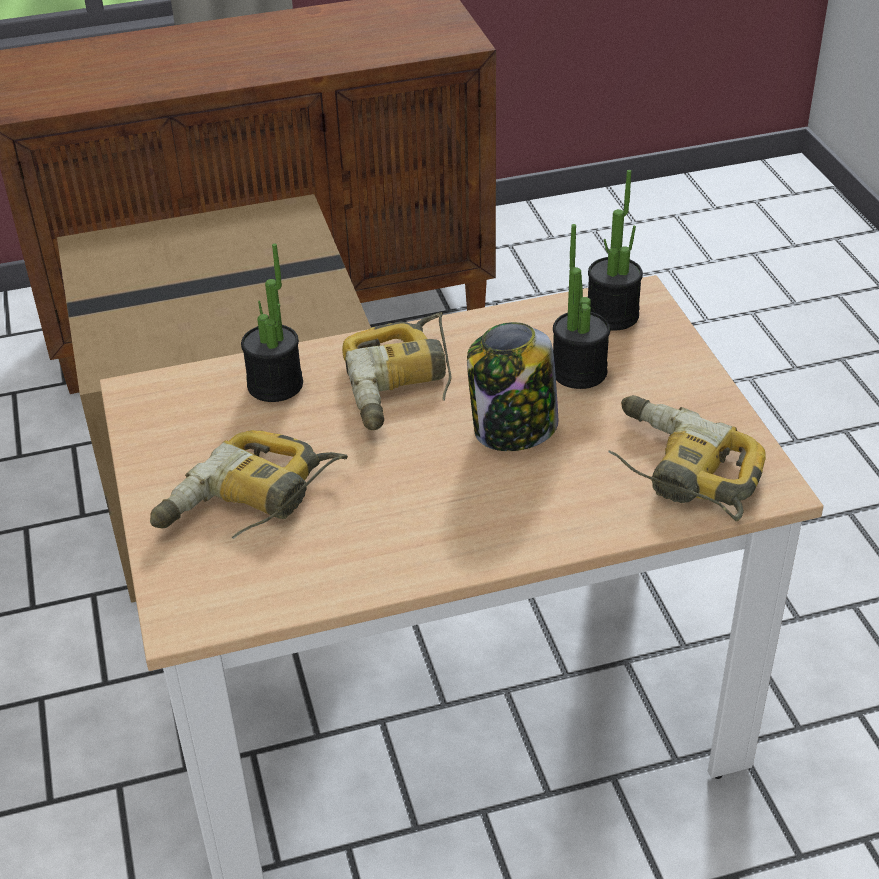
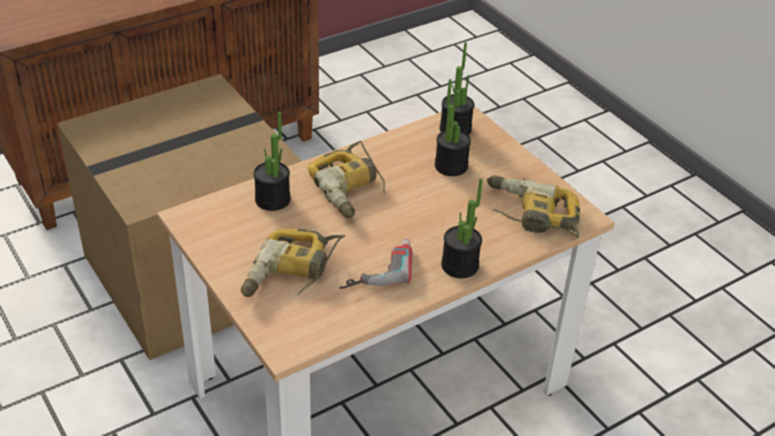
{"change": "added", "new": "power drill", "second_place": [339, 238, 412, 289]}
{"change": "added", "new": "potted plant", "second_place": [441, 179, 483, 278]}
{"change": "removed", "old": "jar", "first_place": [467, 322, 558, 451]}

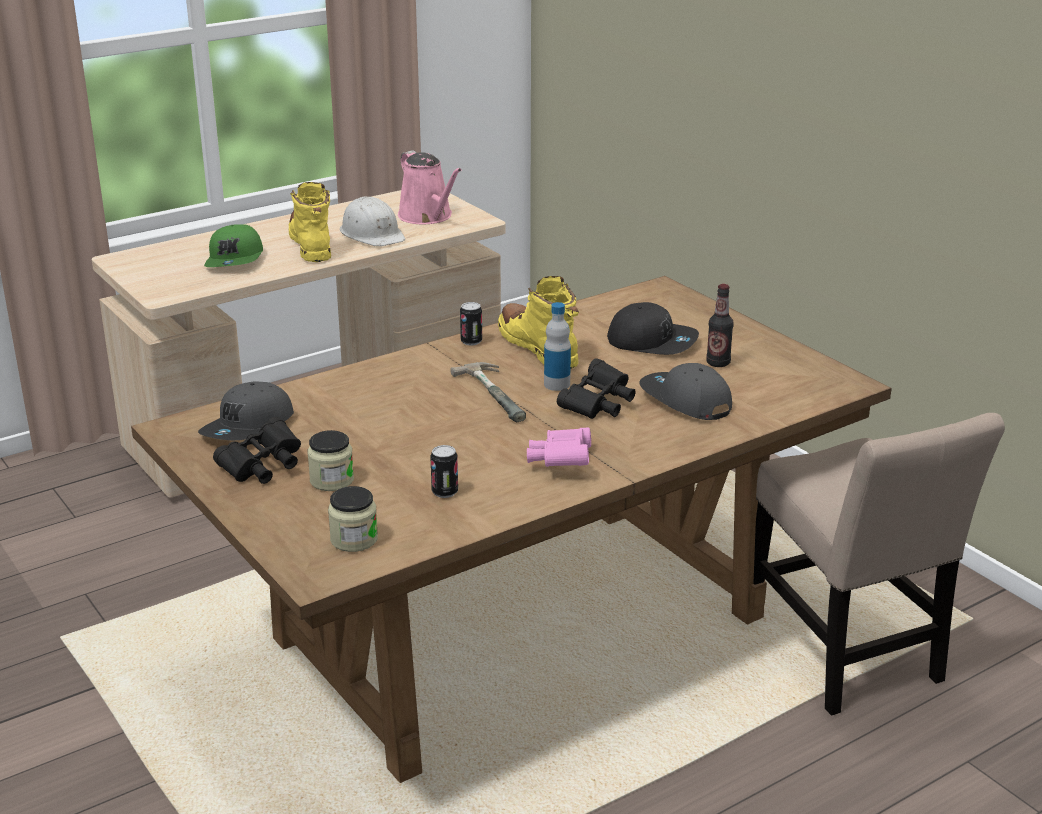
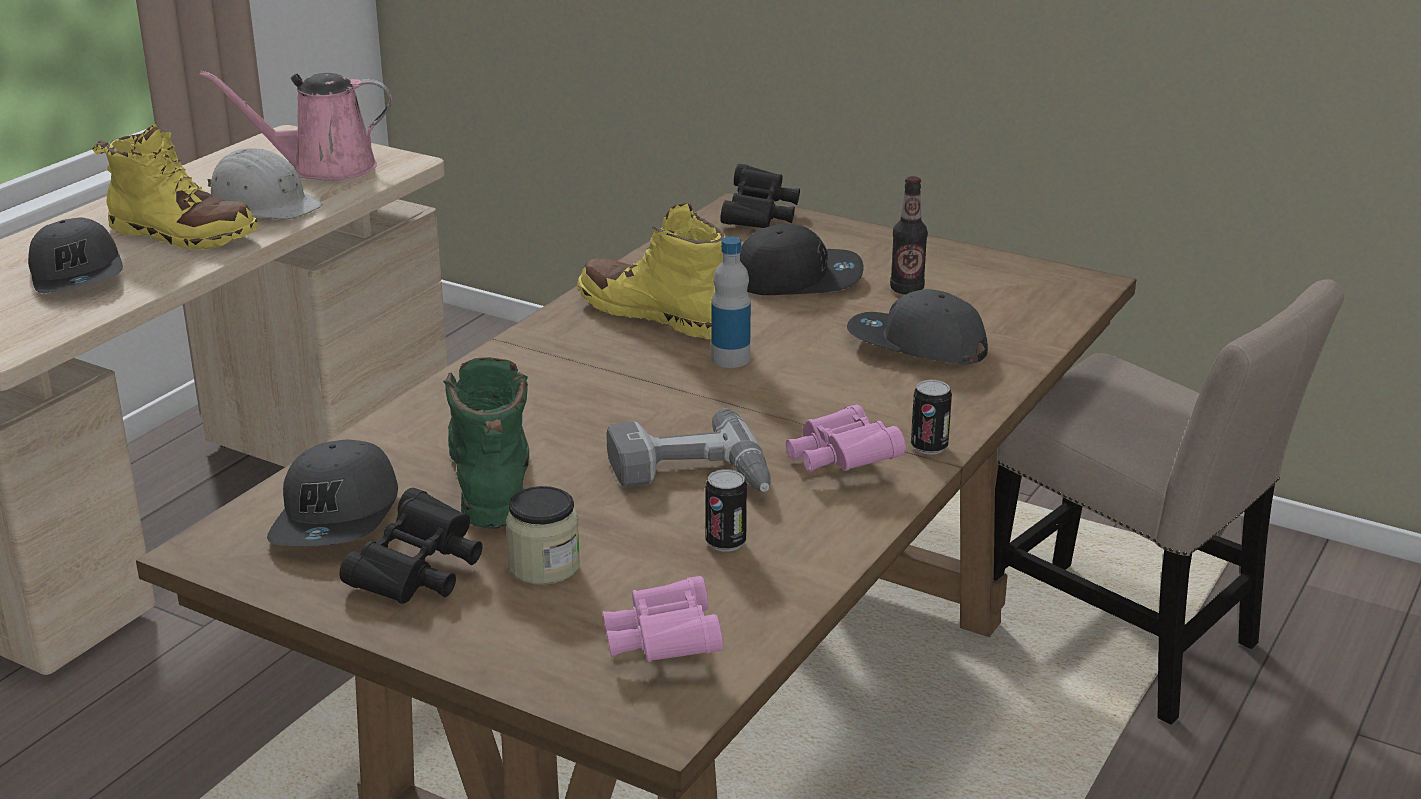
{"change": "recoloured", "old": "cap (green)", "new": "cap (grey)", "first_place": [204, 224, 263, 267], "second_place": [28, 217, 123, 293]}
{"change": "turned", "old": "boot (yellow)", "first_place": [289, 182, 331, 262], "second_place": [92, 124, 259, 250], "degrees": 150}
{"change": "turned", "old": "watering can (pink)", "first_place": [398, 150, 462, 225], "second_place": [199, 71, 392, 181], "degrees": 135}
{"change": "added", "new": "boot (green)", "second_place": [443, 357, 529, 529]}
{"change": "replaced", "old": "jar", "new": "binoculars (pink)", "first_place": [328, 486, 378, 552], "second_place": [603, 576, 723, 662]}
{"change": "added", "new": "power drill", "second_place": [606, 408, 771, 492]}
{"change": "moved", "old": "binoculars (black)", "first_place": [557, 358, 636, 419], "second_place": [720, 164, 800, 228]}
{"change": "moved", "old": "can", "first_place": [460, 302, 482, 346], "second_place": [911, 379, 952, 455]}
{"change": "removed", "old": "hammer", "first_place": [450, 362, 526, 422]}

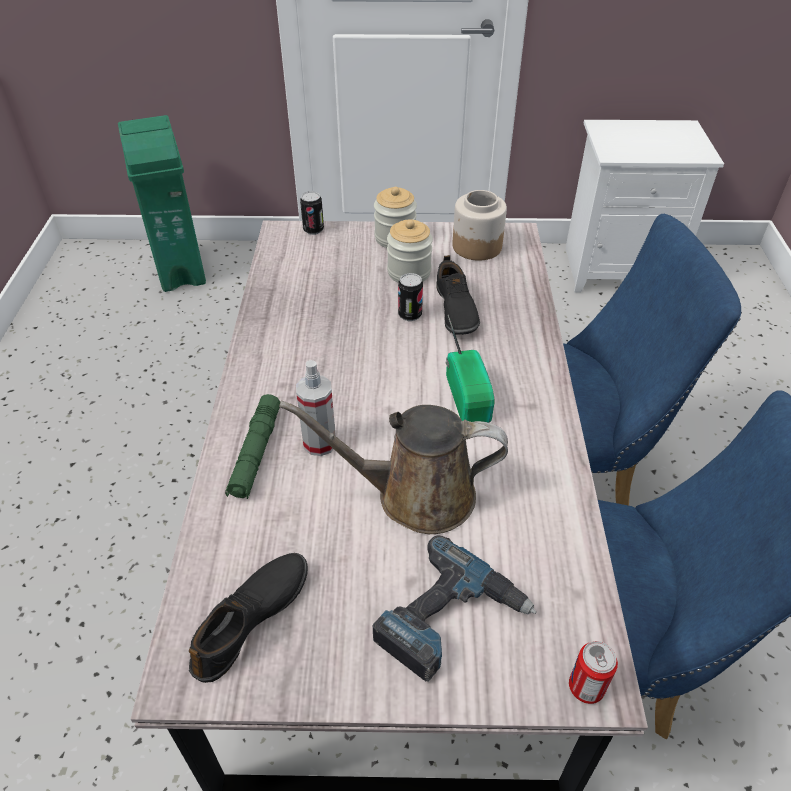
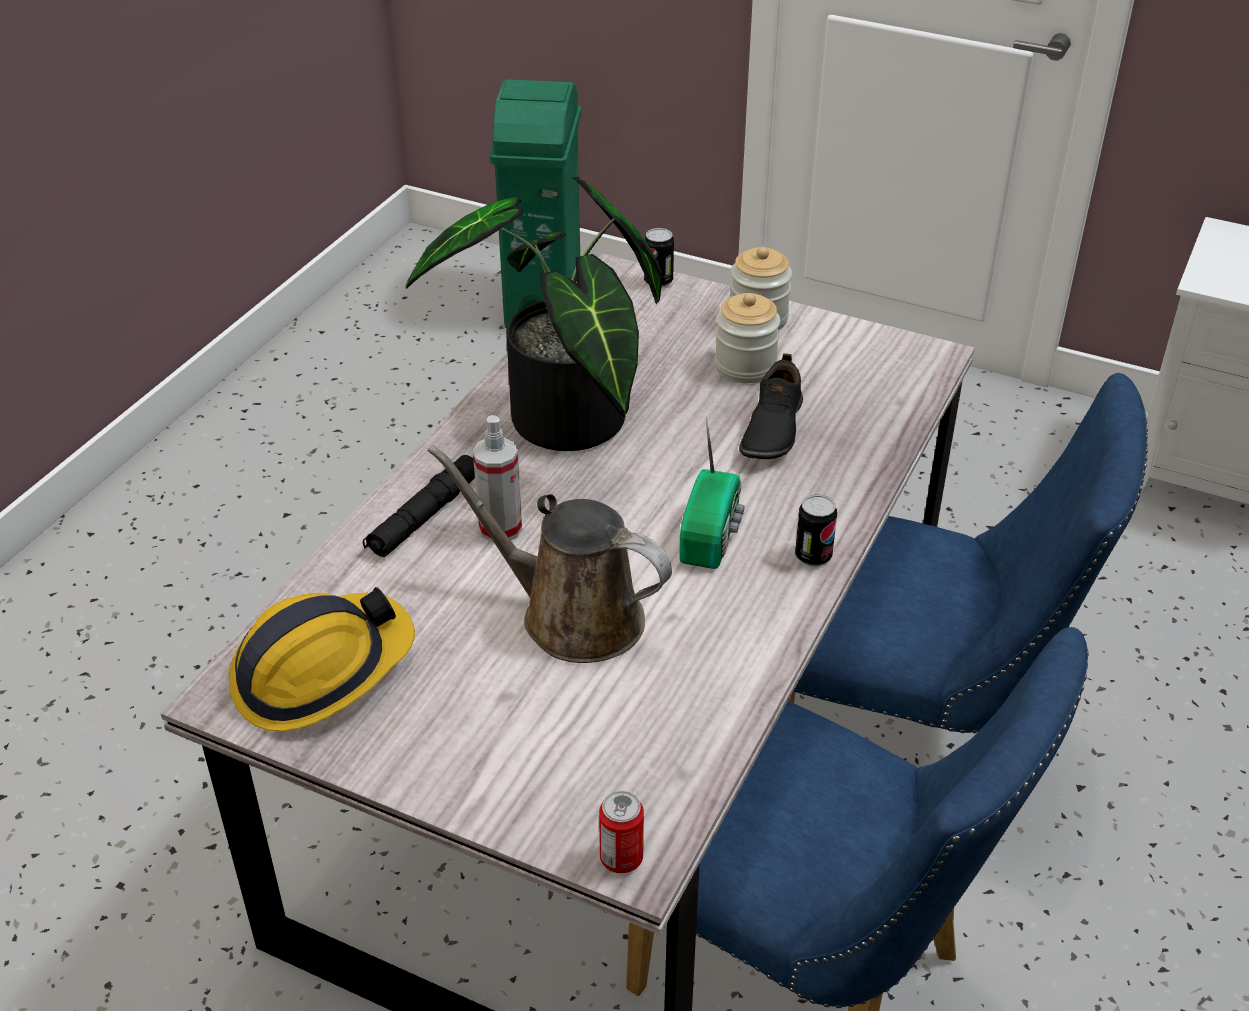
{"change": "replaced", "old": "shoe (black)", "new": "hard hat", "first_place": [189, 553, 308, 683], "second_place": [229, 587, 415, 732]}
{"change": "recoloured", "old": "flashlight (green)", "new": "flashlight (black)", "first_place": [225, 394, 280, 499], "second_place": [363, 455, 475, 557]}
{"change": "added", "new": "potted plant", "second_place": [406, 177, 662, 451]}
{"change": "moved", "old": "can", "first_place": [398, 273, 423, 321], "second_place": [795, 494, 837, 567]}
{"change": "removed", "old": "power drill", "first_place": [373, 536, 537, 682]}
{"change": "removed", "old": "jar", "first_place": [452, 190, 507, 261]}

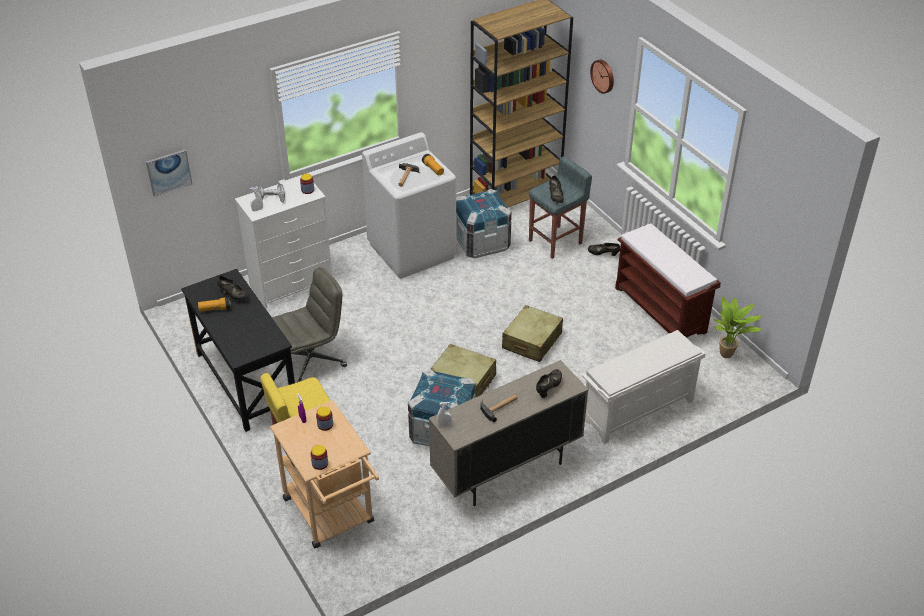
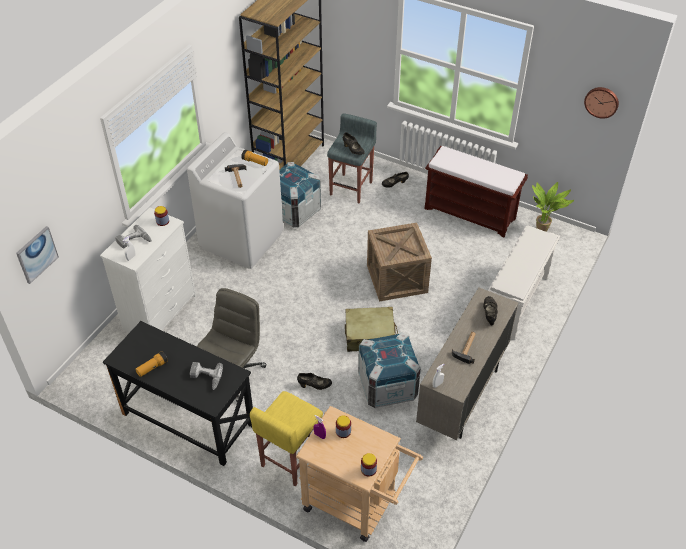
{"change": "added", "new": "power drill", "second_place": [190, 362, 223, 390]}
{"change": "moved", "old": "shoe (black)", "first_place": [218, 276, 249, 301], "second_place": [297, 373, 332, 390]}
{"change": "replaced", "old": "suitcase (beige)", "new": "crate", "first_place": [502, 305, 563, 362], "second_place": [367, 223, 432, 302]}
{"change": "moved", "old": "wall clock", "first_place": [590, 60, 614, 94], "second_place": [584, 87, 619, 119]}

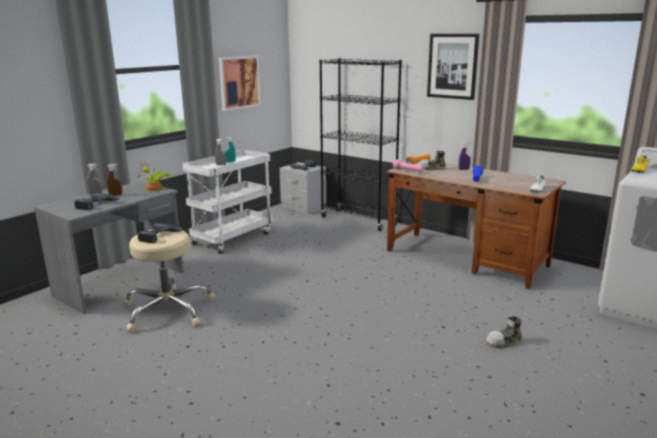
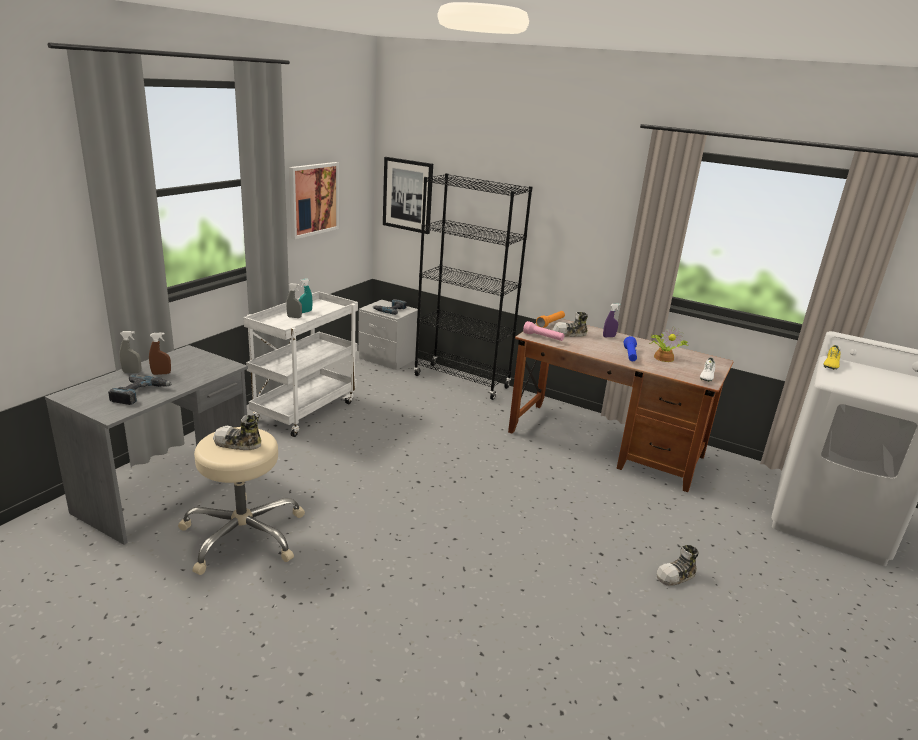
{"change": "replaced", "old": "power drill", "new": "shoe", "first_place": [137, 223, 183, 243], "second_place": [213, 415, 261, 450]}
{"change": "moved", "old": "picture", "first_place": [427, 34, 479, 100], "second_place": [383, 157, 433, 234]}
{"change": "moved", "old": "potted plant", "first_place": [137, 161, 171, 191], "second_place": [649, 327, 688, 362]}

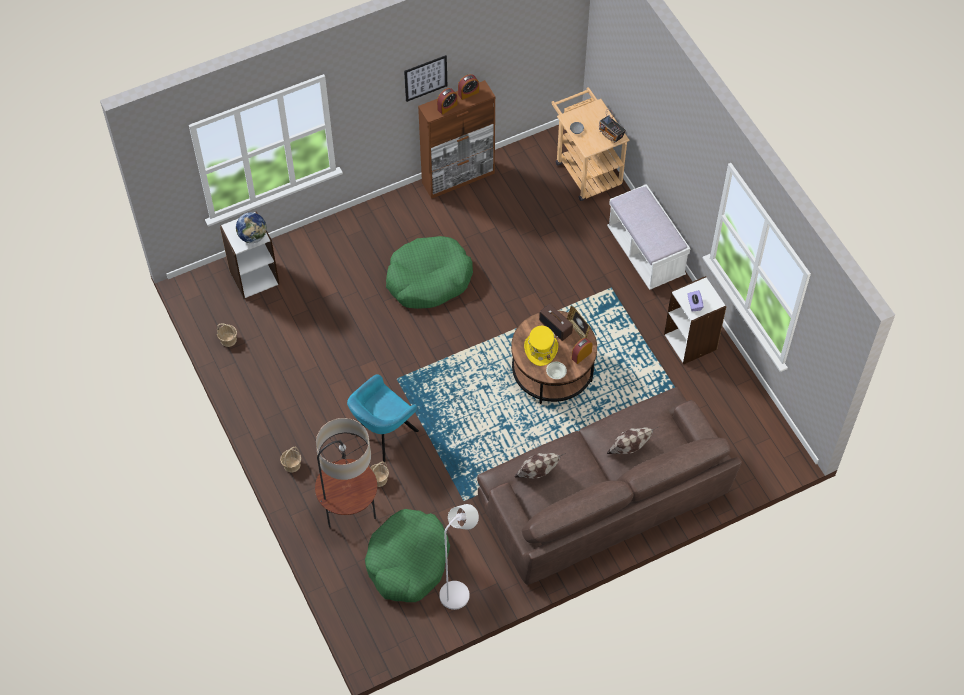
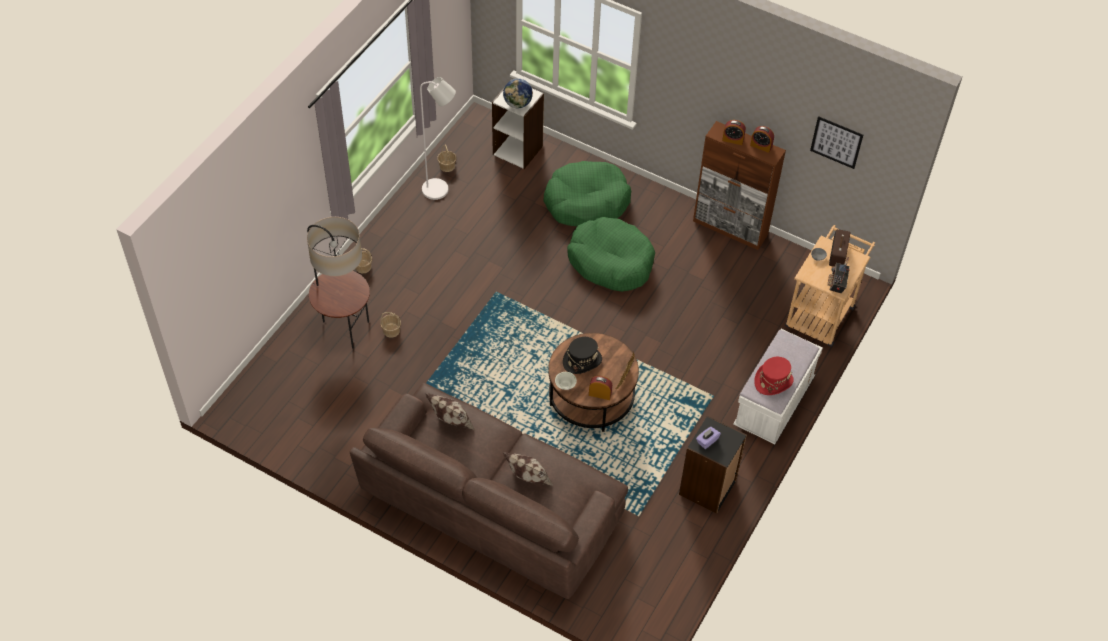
{"change": "moved", "old": "floor lamp (white)", "first_place": [439, 504, 479, 610], "second_place": [420, 77, 456, 200]}
{"change": "moved", "old": "dog bed (green)", "first_place": [365, 509, 450, 602], "second_place": [543, 161, 631, 226]}
{"change": "recoloured", "old": "hat (yellow)", "new": "hat (black)", "first_place": [524, 326, 558, 366], "second_place": [563, 337, 602, 374]}
{"change": "recoloured", "old": "bookcase (white)", "new": "bookcase (black)", "first_place": [664, 276, 726, 364], "second_place": [679, 415, 747, 514]}
{"change": "added", "new": "hat (red)", "second_place": [754, 357, 794, 395]}
{"change": "moved", "old": "picture", "first_place": [404, 55, 447, 102], "second_place": [810, 116, 863, 169]}
{"change": "moved", "old": "radio", "first_place": [539, 304, 573, 341], "second_place": [829, 229, 851, 267]}
{"change": "removed", "old": "armchair (turquoise)", "first_place": [347, 374, 419, 462]}

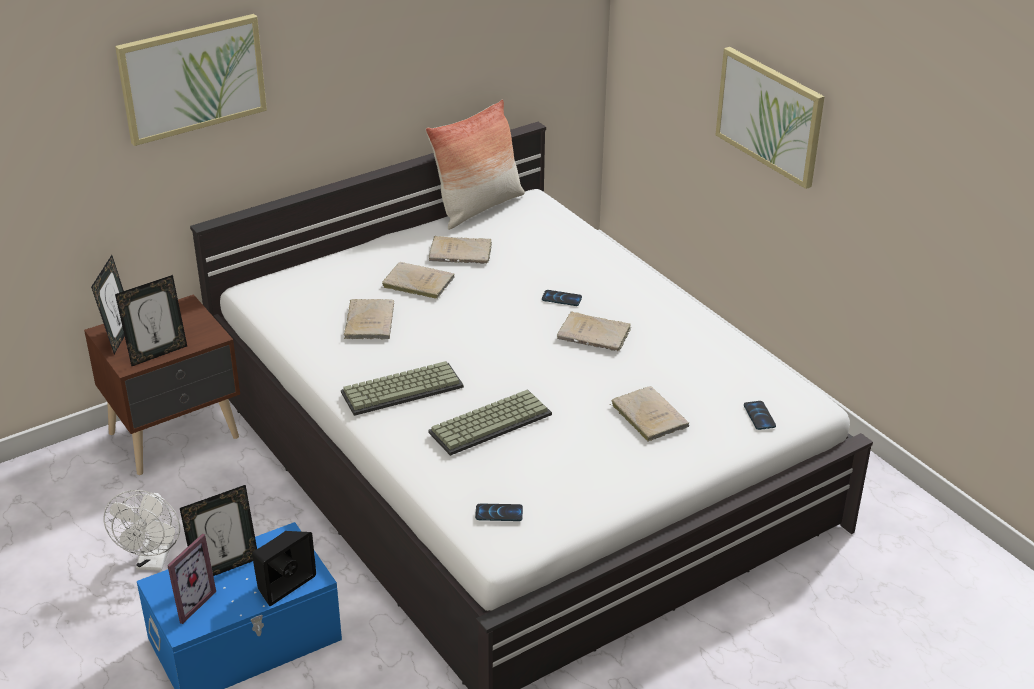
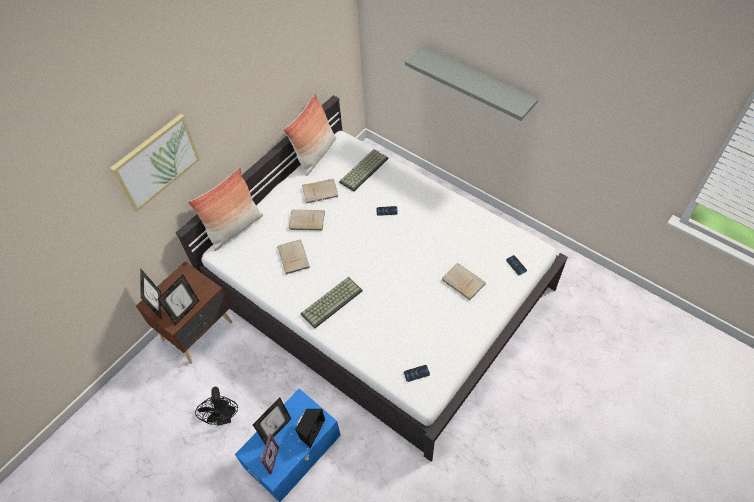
{"change": "added", "new": "pillow", "second_place": [188, 168, 263, 251]}
{"change": "recoloured", "old": "fan (white)", "new": "fan (black)", "first_place": [104, 490, 180, 571], "second_place": [195, 387, 238, 426]}
{"change": "moved", "old": "keyboard", "first_place": [428, 389, 552, 456], "second_place": [339, 149, 389, 191]}
{"change": "replaced", "old": "picture", "new": "shelf (grey)", "first_place": [716, 47, 825, 189], "second_place": [405, 46, 538, 121]}
{"change": "removed", "old": "book (beige)", "first_place": [557, 311, 632, 351]}

